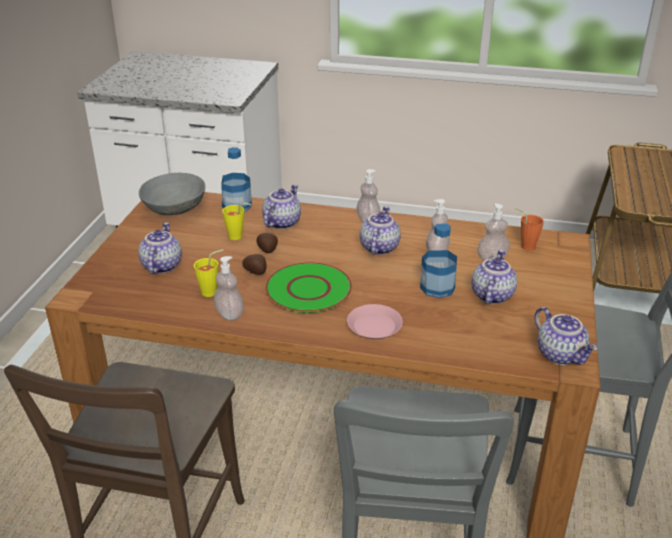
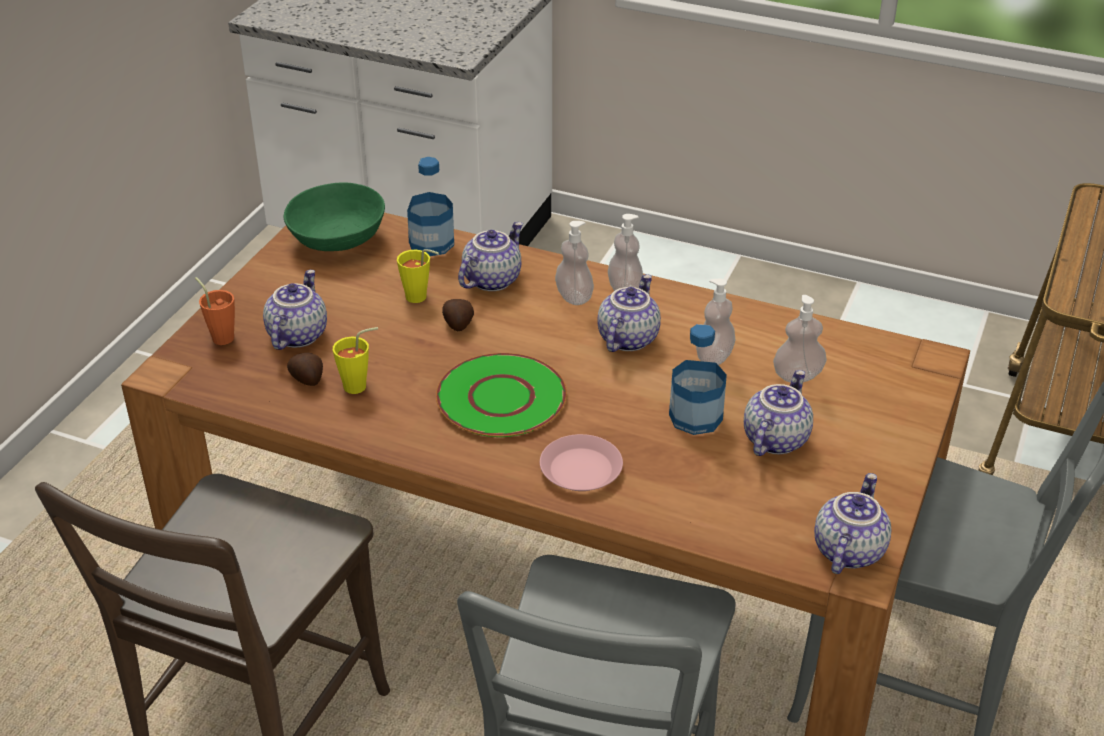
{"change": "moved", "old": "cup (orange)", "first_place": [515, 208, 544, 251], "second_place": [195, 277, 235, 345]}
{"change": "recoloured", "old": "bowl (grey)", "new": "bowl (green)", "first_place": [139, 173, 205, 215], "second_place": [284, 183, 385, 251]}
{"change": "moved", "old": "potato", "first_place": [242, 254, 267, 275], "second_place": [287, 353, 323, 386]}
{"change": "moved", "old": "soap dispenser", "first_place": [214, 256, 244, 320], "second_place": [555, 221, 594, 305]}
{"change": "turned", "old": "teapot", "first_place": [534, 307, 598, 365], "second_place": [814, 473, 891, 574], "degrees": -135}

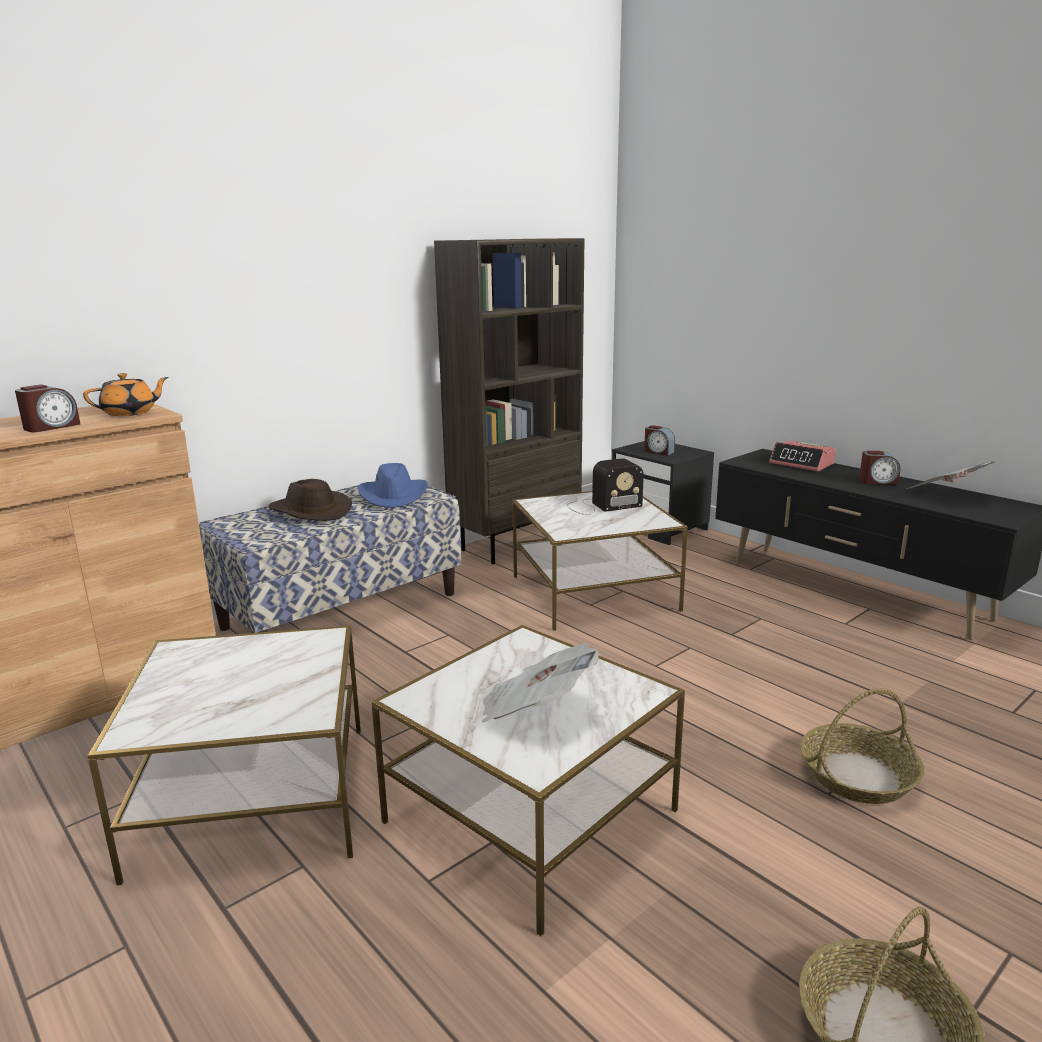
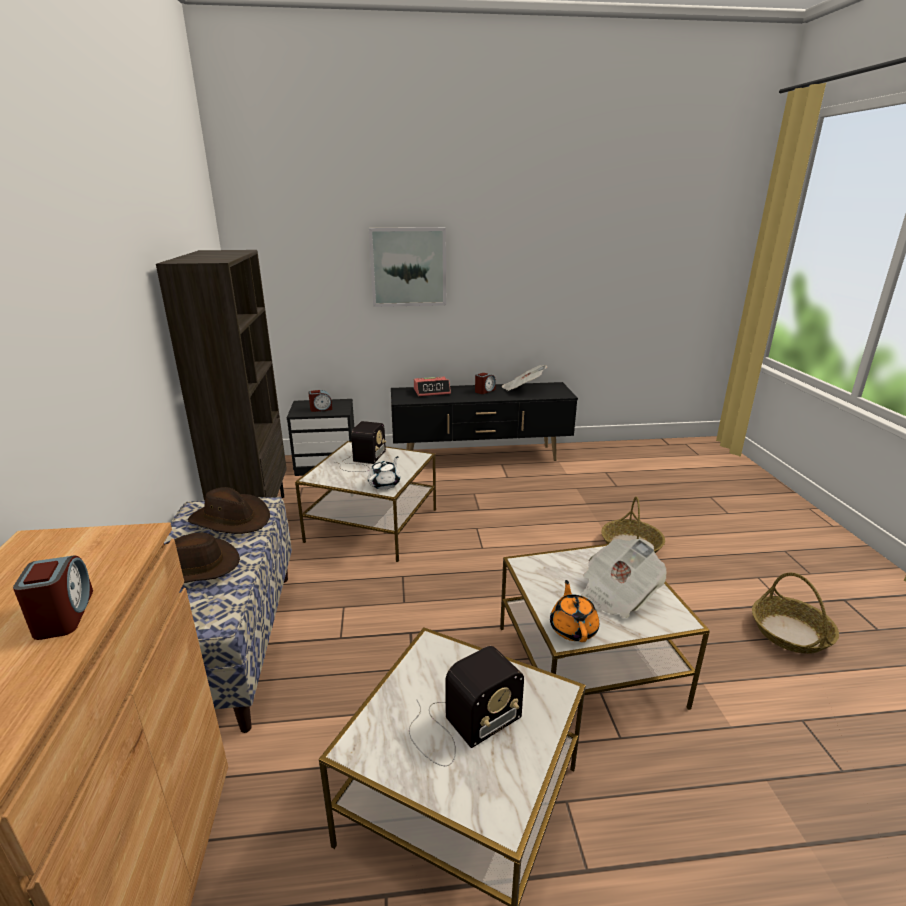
{"change": "recoloured", "old": "hat (blue)", "new": "hat (brown)", "first_place": [358, 463, 428, 508], "second_place": [188, 487, 270, 534]}
{"change": "added", "new": "teapot (white)", "second_place": [368, 456, 400, 490]}
{"change": "added", "new": "picture", "second_place": [369, 227, 446, 307]}
{"change": "added", "new": "radio", "second_place": [409, 646, 524, 766]}
{"change": "moved", "old": "teapot (orange)", "first_place": [83, 373, 169, 416], "second_place": [550, 580, 599, 642]}

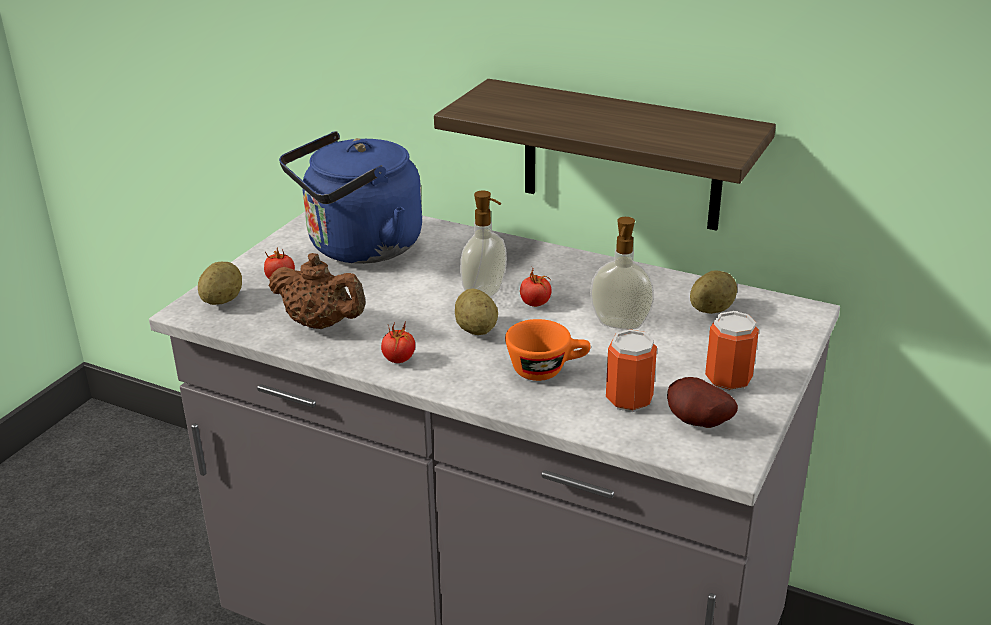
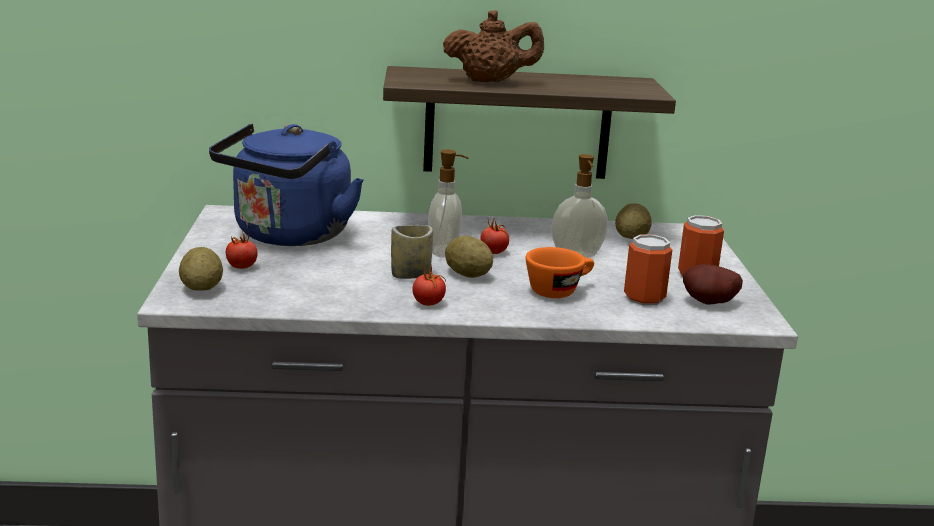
{"change": "added", "new": "cup", "second_place": [391, 225, 433, 279]}
{"change": "moved", "old": "teapot (brown)", "first_place": [269, 253, 366, 329], "second_place": [443, 10, 544, 83]}

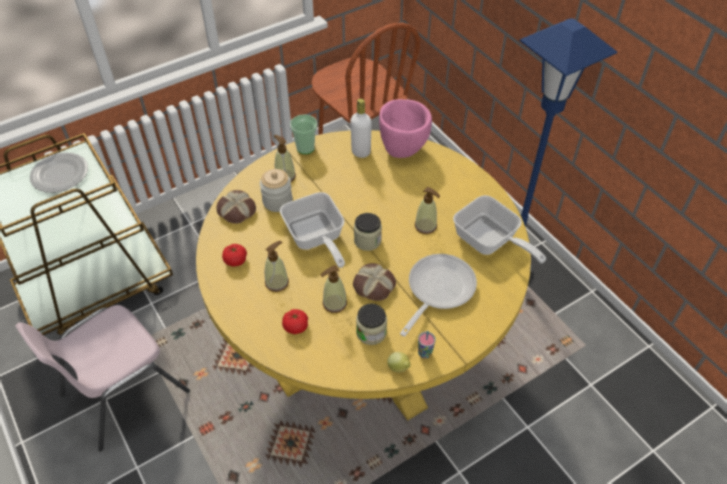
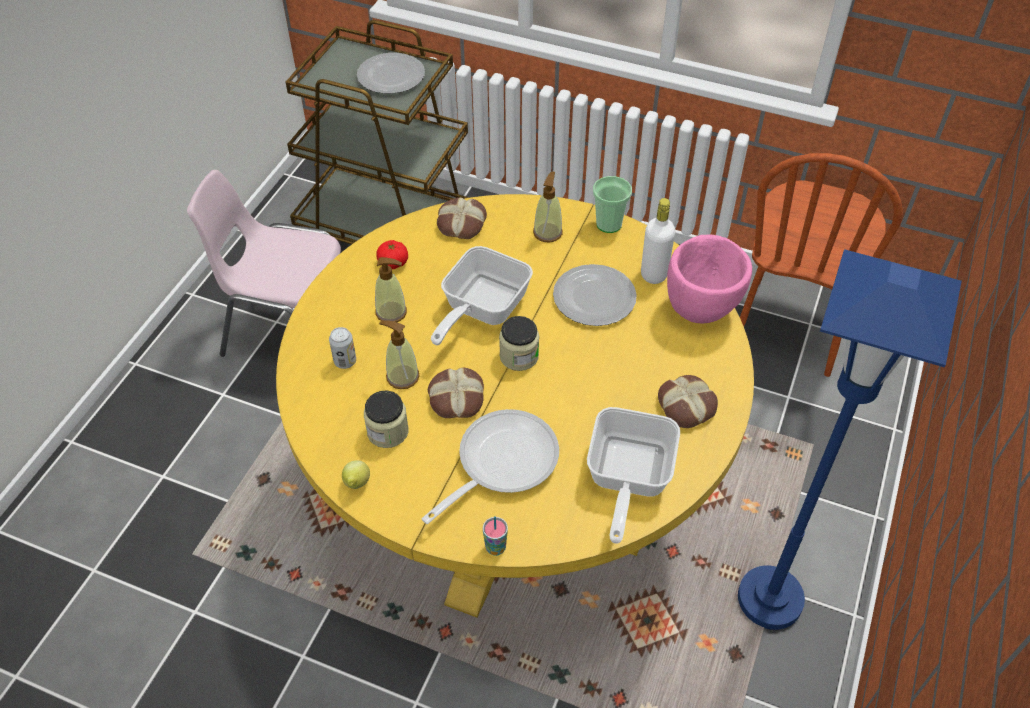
{"change": "replaced", "old": "tomato", "new": "can", "first_place": [282, 309, 308, 334], "second_place": [329, 327, 356, 369]}
{"change": "turned", "old": "frying pan", "first_place": [400, 254, 477, 336], "second_place": [422, 409, 559, 524], "degrees": -45}
{"change": "moved", "old": "cup", "first_place": [418, 331, 436, 359], "second_place": [483, 516, 508, 556]}
{"change": "added", "new": "plate", "second_place": [553, 264, 637, 326]}
{"change": "added", "new": "bread", "second_place": [658, 375, 718, 428]}
{"change": "removed", "old": "jar", "first_place": [260, 169, 293, 212]}
{"change": "removed", "old": "soap dispenser", "first_place": [415, 187, 440, 234]}

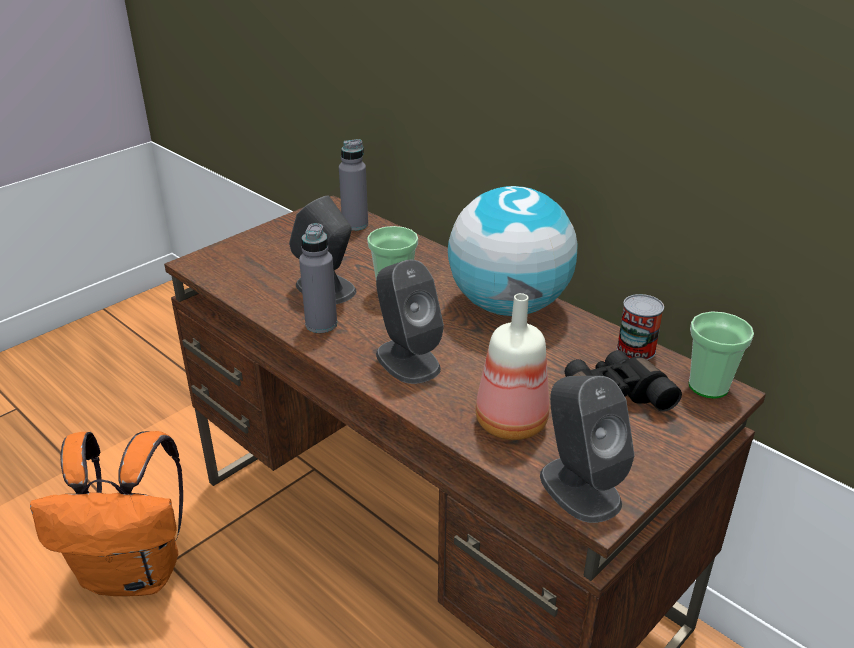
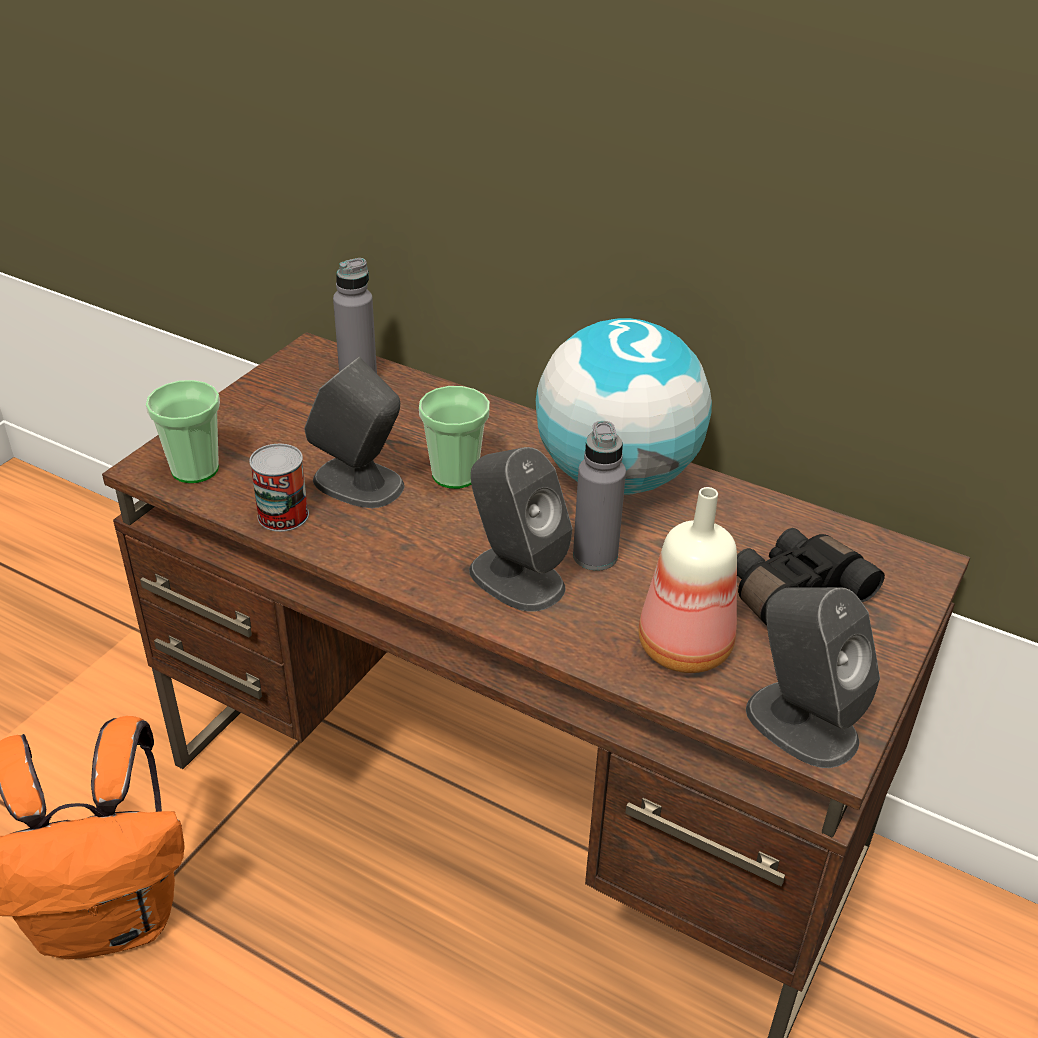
{"change": "moved", "old": "cup", "first_place": [689, 311, 754, 399], "second_place": [146, 380, 220, 483]}
{"change": "moved", "old": "can", "first_place": [617, 294, 664, 360], "second_place": [249, 444, 309, 532]}
{"change": "moved", "old": "bottle (grey)", "first_place": [299, 223, 337, 333], "second_place": [573, 421, 626, 571]}

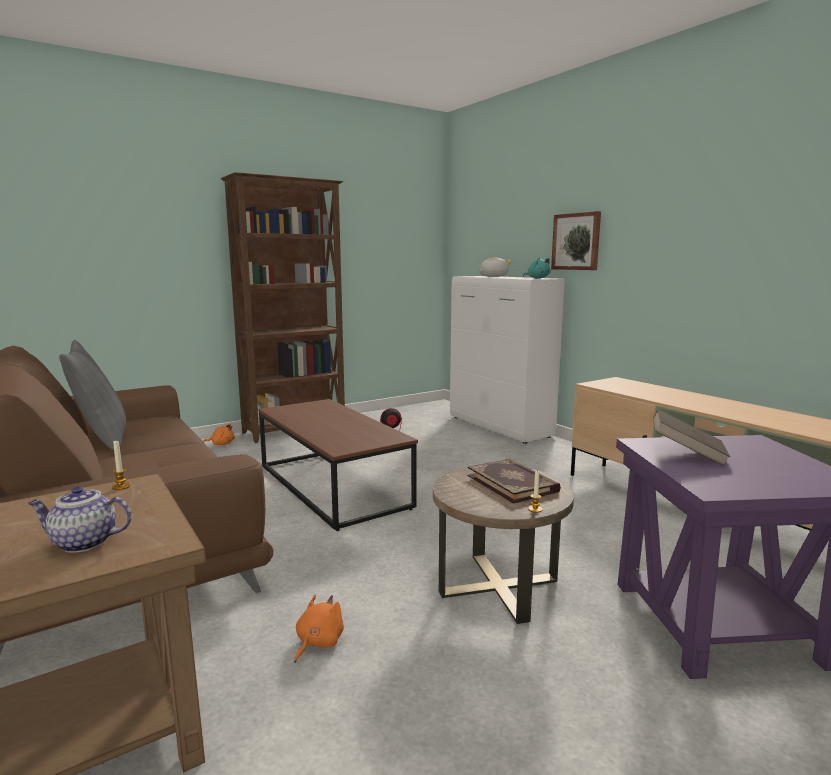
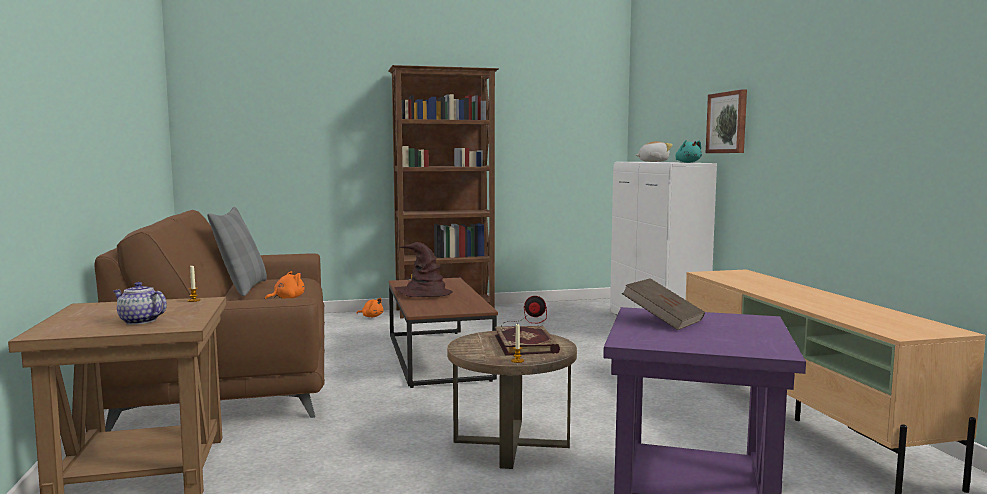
{"change": "moved", "old": "plush toy (orange)", "first_place": [294, 594, 344, 663], "second_place": [265, 271, 304, 299]}
{"change": "added", "new": "hat (brown)", "second_place": [394, 242, 453, 297]}

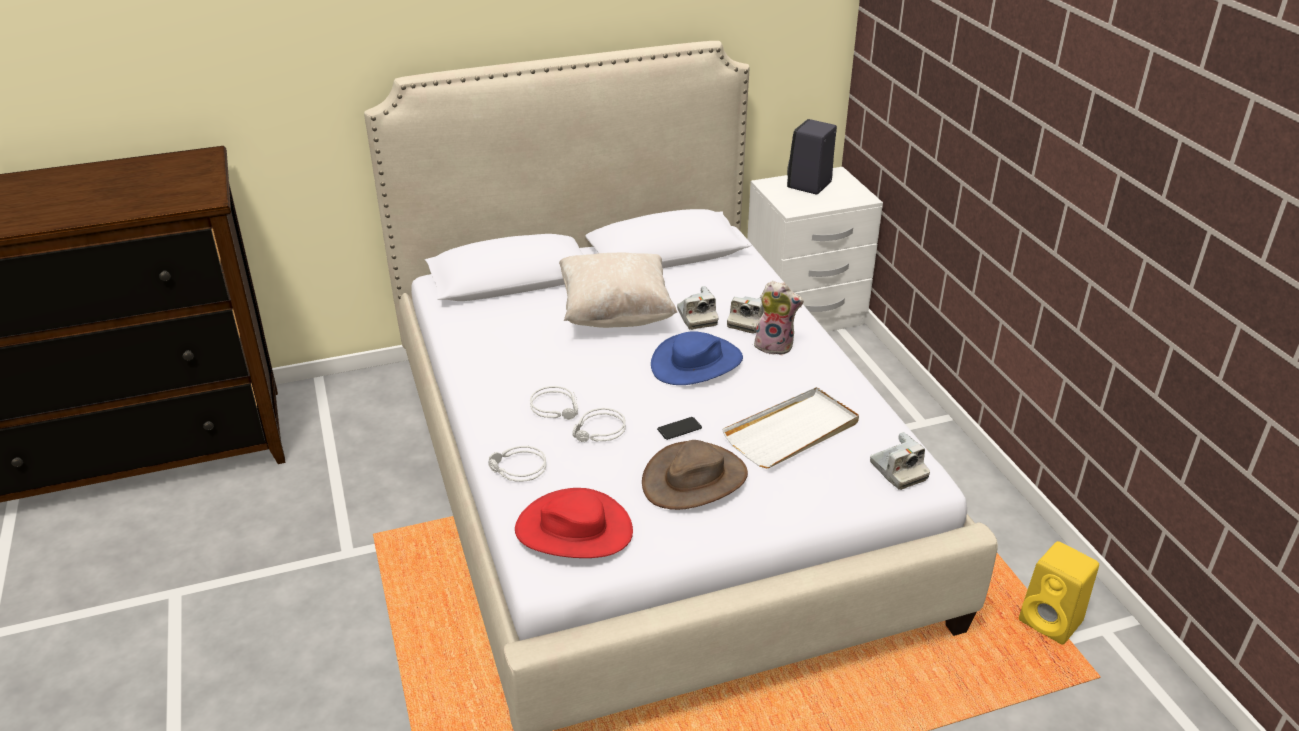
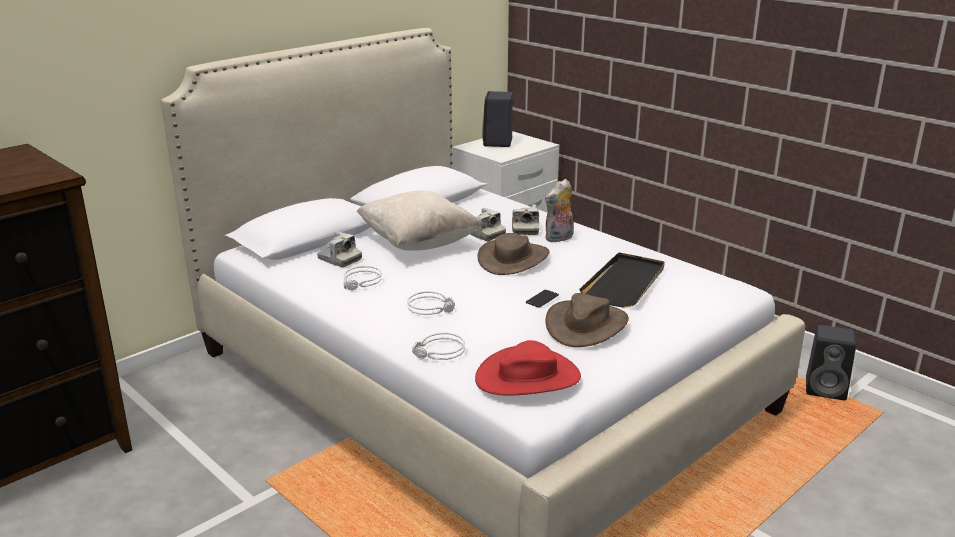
{"change": "moved", "old": "photo camera", "first_place": [870, 432, 930, 490], "second_place": [317, 231, 362, 267]}
{"change": "moved", "old": "headphones (grey)", "first_place": [572, 408, 626, 442], "second_place": [344, 266, 382, 291]}
{"change": "recoloured", "old": "hat (blue)", "new": "hat (brown)", "first_place": [651, 331, 743, 385], "second_place": [478, 233, 549, 275]}
{"change": "turned", "old": "plush toy", "first_place": [751, 281, 804, 355], "second_place": [545, 179, 574, 242], "degrees": 150}
{"change": "recoloured", "old": "tray (white)", "new": "tray (black)", "first_place": [722, 387, 859, 468], "second_place": [580, 252, 665, 308]}
{"change": "recoloured", "old": "speaker (yellow)", "new": "speaker (black)", "first_place": [1019, 541, 1099, 645], "second_place": [806, 325, 856, 400]}

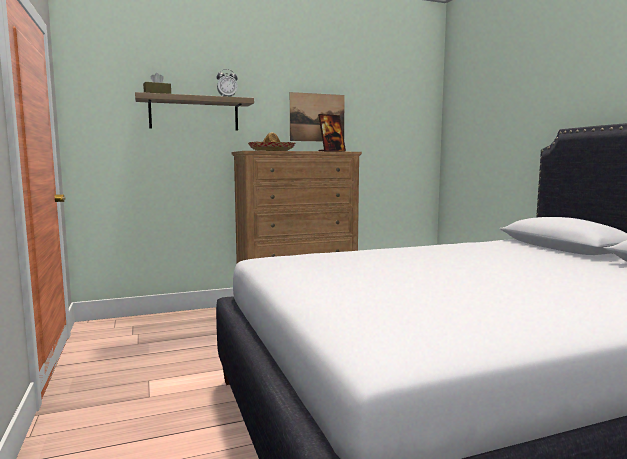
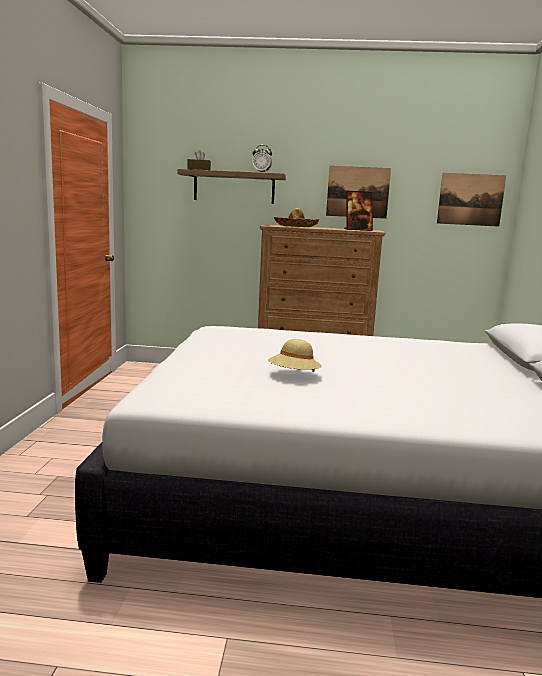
{"change": "added", "new": "hat (beige)", "second_place": [268, 339, 322, 372]}
{"change": "added", "new": "picture", "second_place": [437, 173, 506, 227]}

